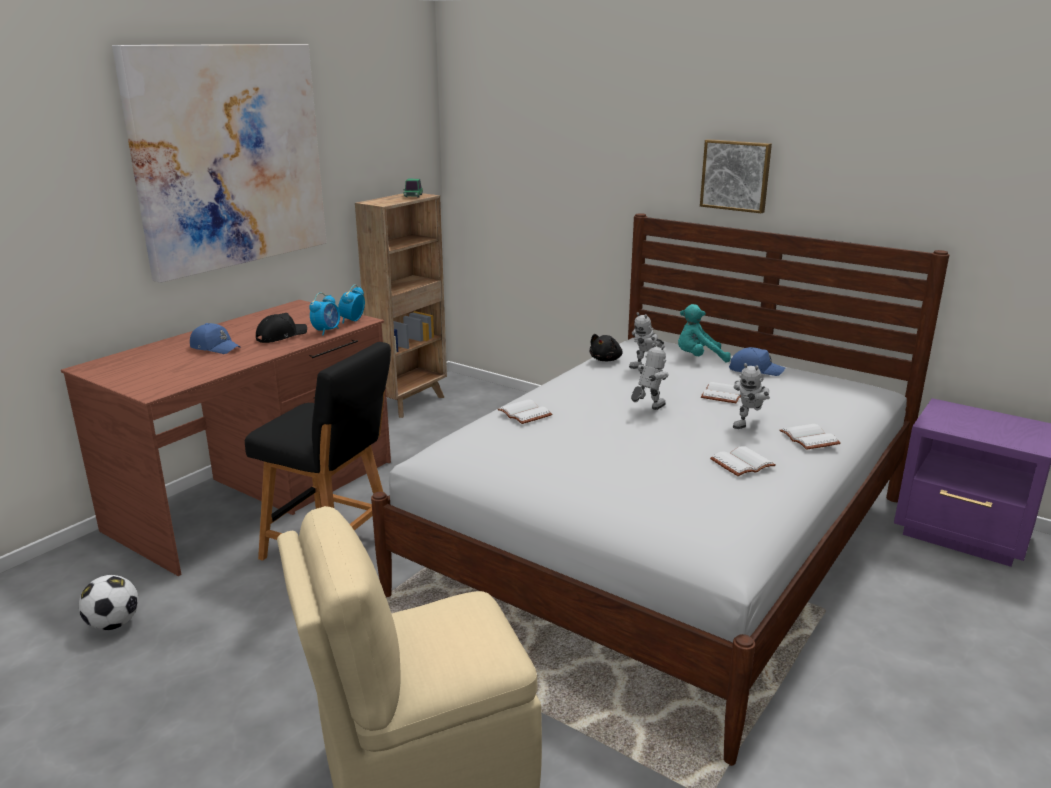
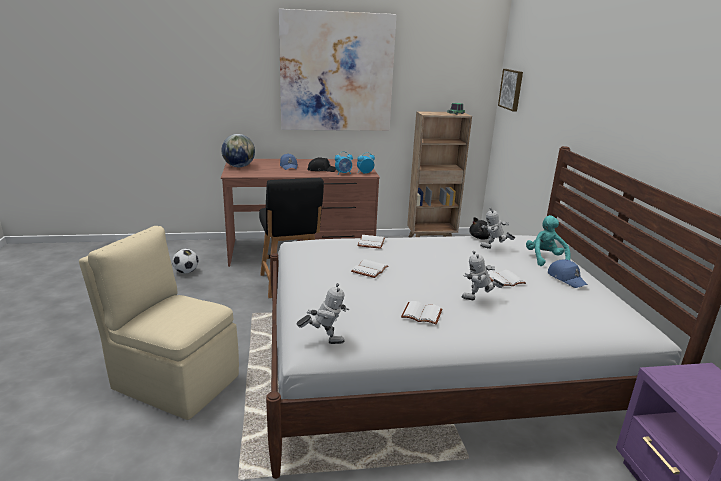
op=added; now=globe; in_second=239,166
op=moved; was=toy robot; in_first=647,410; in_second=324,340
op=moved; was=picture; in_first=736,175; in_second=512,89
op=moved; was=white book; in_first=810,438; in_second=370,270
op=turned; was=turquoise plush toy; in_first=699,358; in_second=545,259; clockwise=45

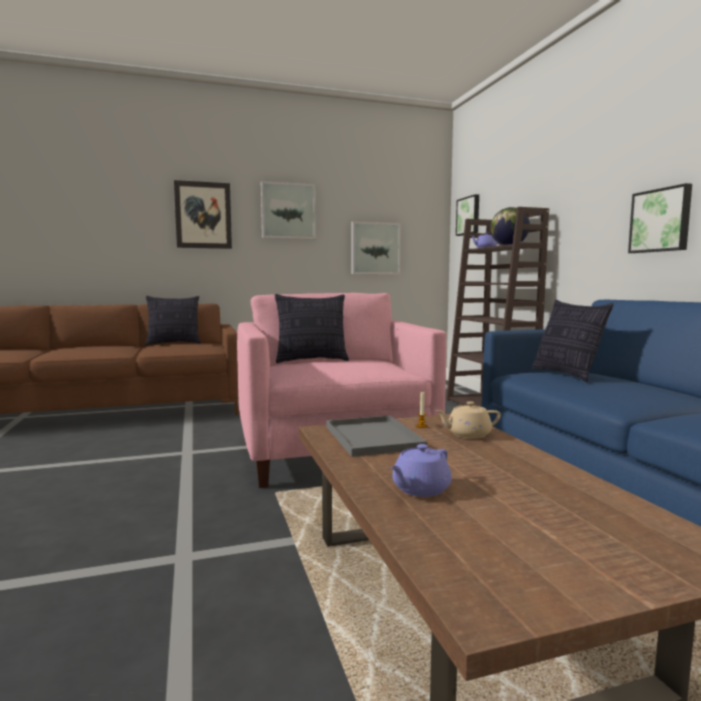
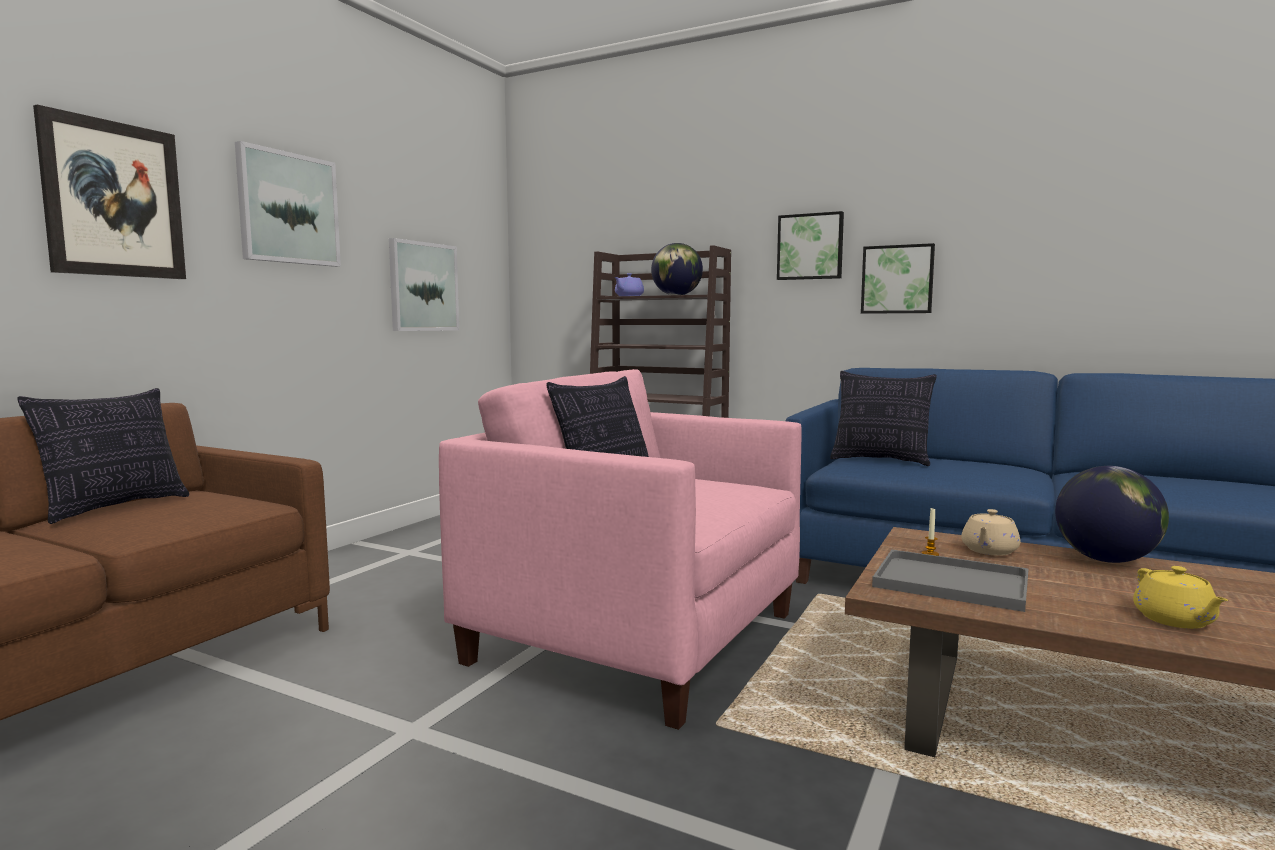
op=added; now=globe; in_second=1105,560
op=moved; was=picture; in_first=469,216; in_second=810,247
op=recoloured; was=purple teapot; now=yellow teapot; in_first=420,489; in_second=1175,620

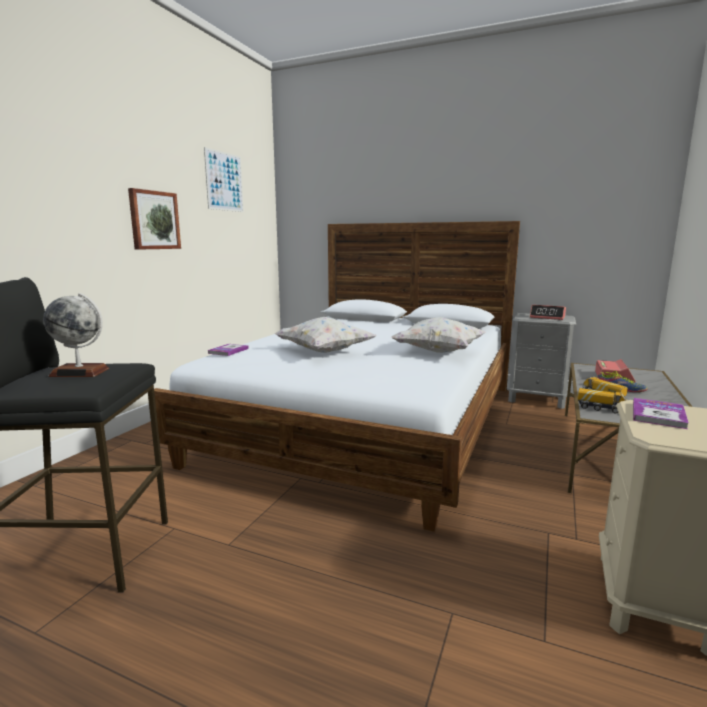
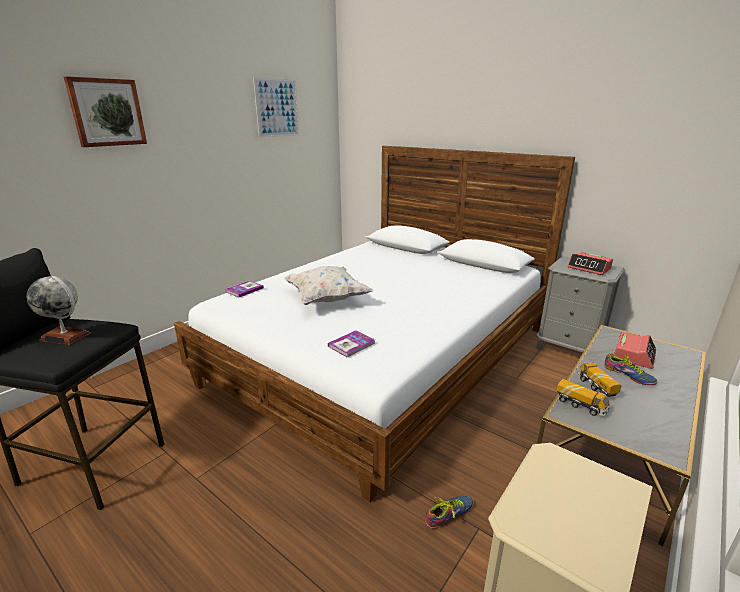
op=removed; was=white pillow; in_first=438,352
op=added; now=shoe; in_second=450,515
op=moved; was=picture; in_first=154,220; in_second=107,112
op=moved; was=book; in_first=658,415; in_second=351,344

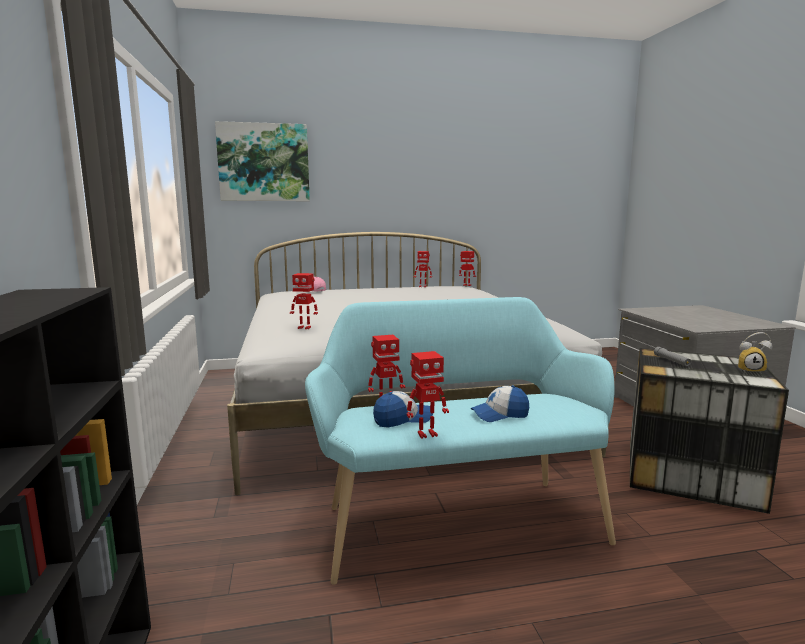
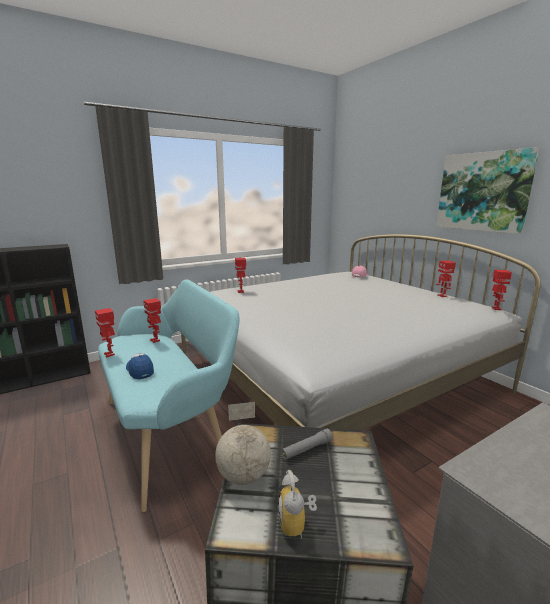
op=removed; was=cap; in_first=402,419
op=added; now=globe; in_second=243,476
op=moved; was=picture; in_first=264,162; in_second=483,192

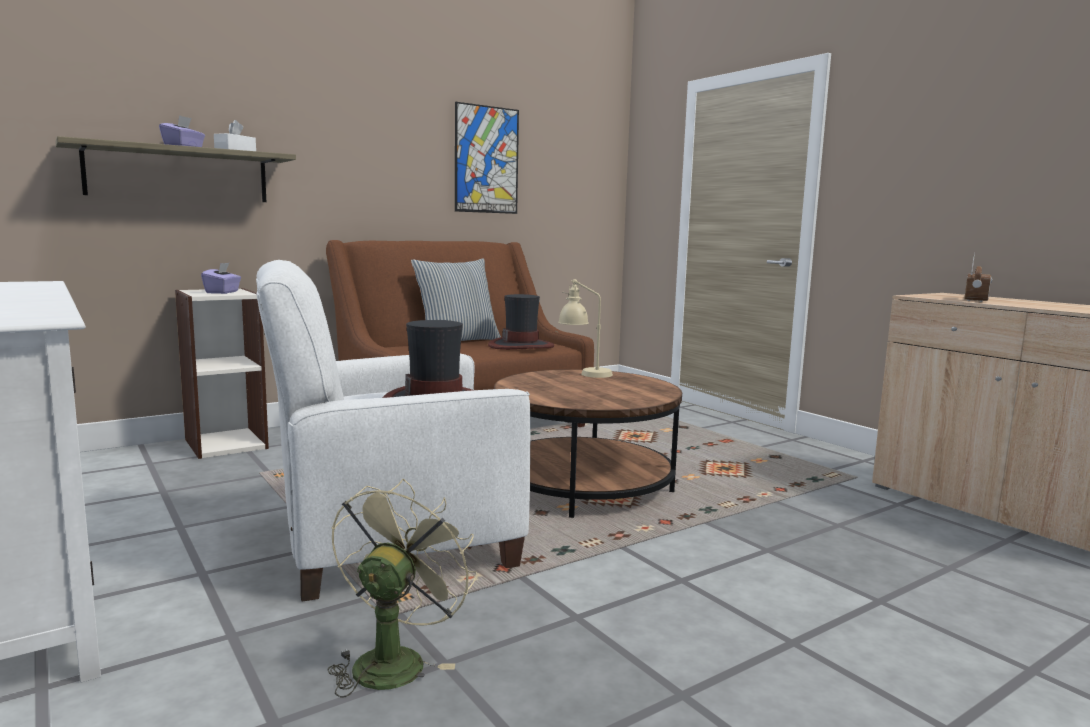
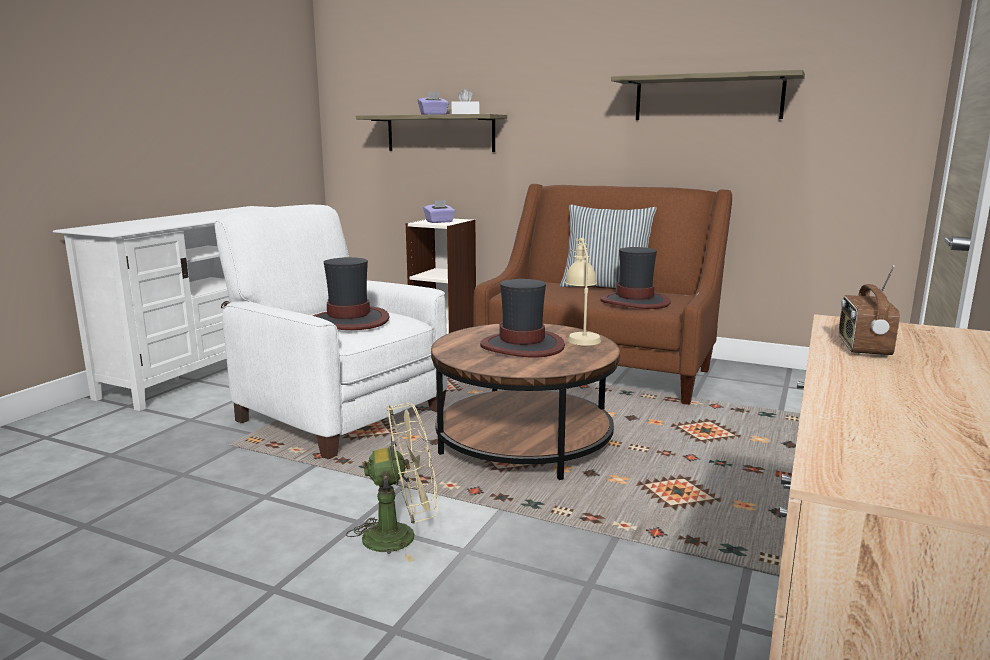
op=added; now=hat; in_second=522,346
op=moved; was=beige fan; in_first=394,659; in_second=401,536
op=replaced; was=picture; now=shelf; in_first=486,160; in_second=708,98
op=turned; was=radio; in_first=976,300; in_second=862,347; clockwise=105

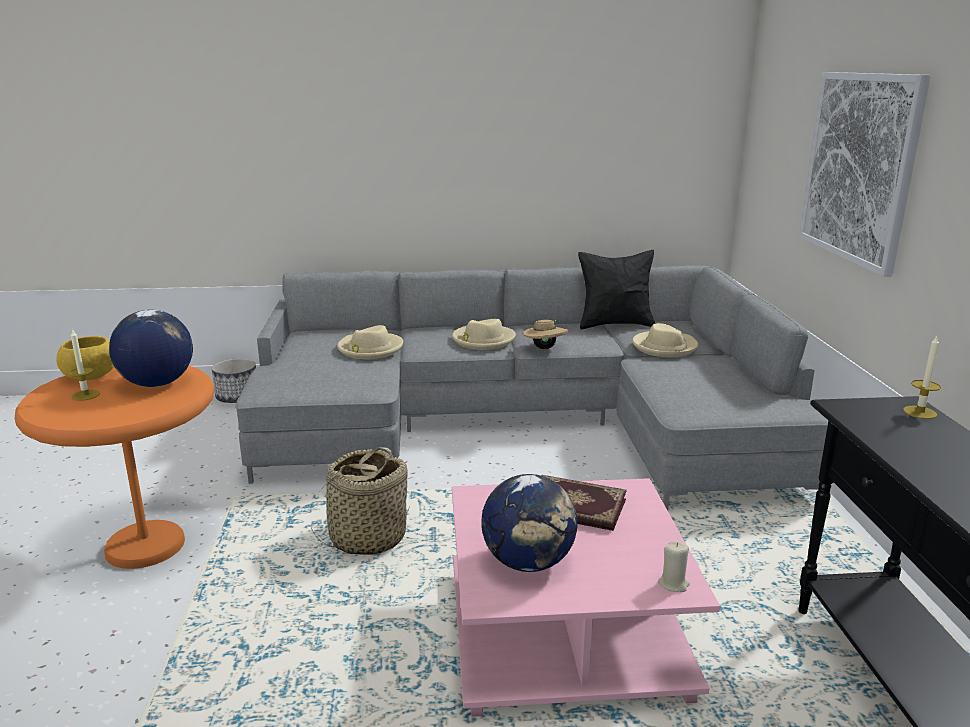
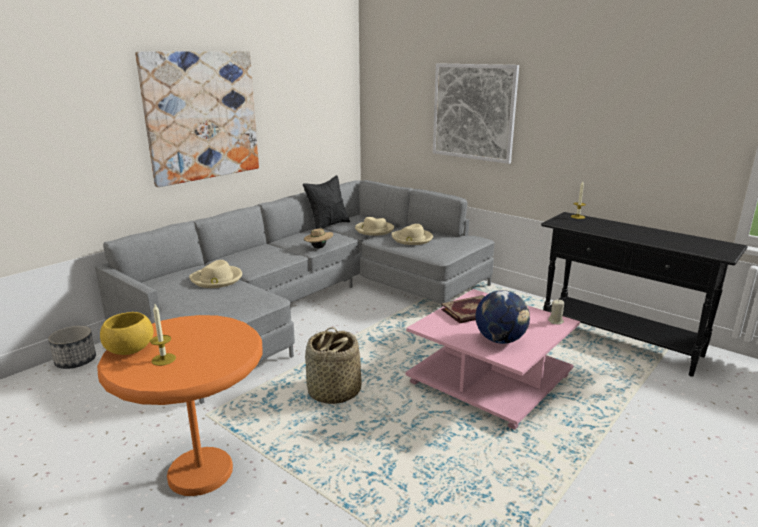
op=removed; was=globe; in_first=157,384
op=added; now=picture; in_second=202,116
op=moved; was=beige hat; in_first=483,340; in_second=412,239

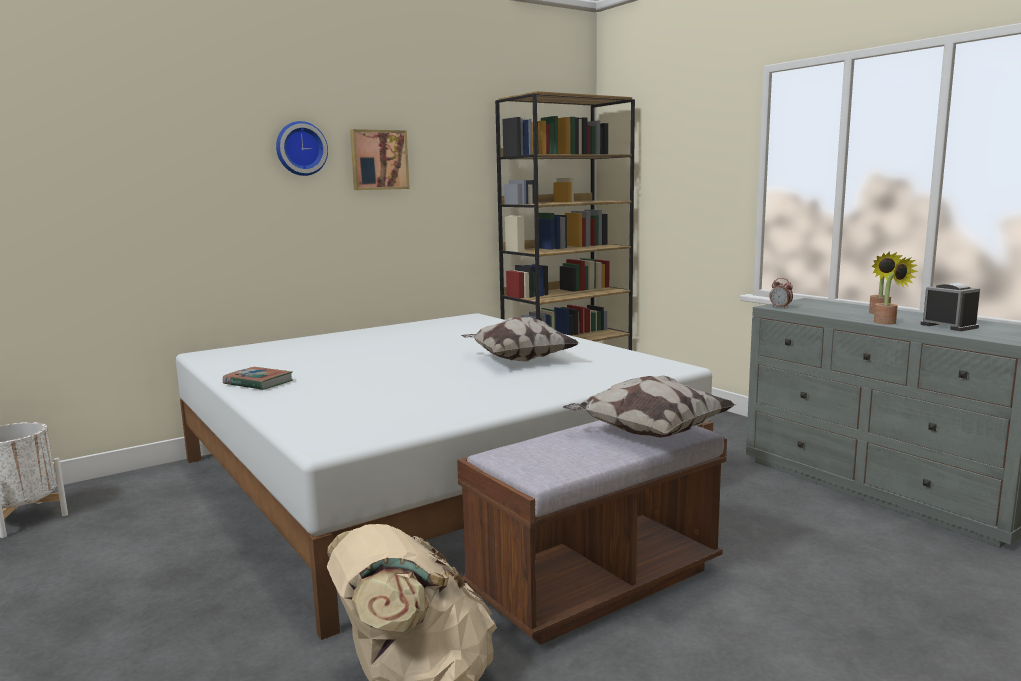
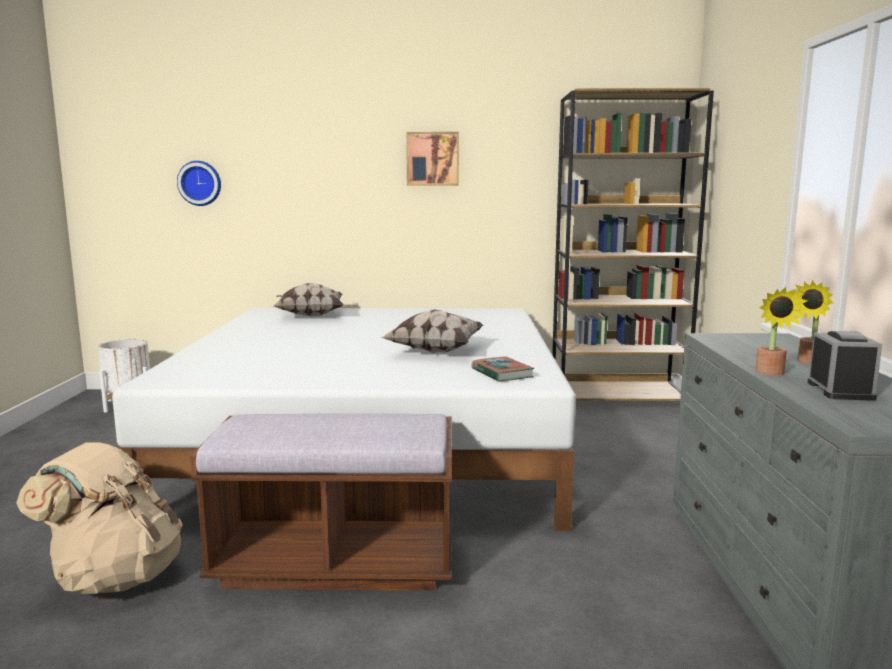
op=removed; was=alarm clock; in_first=780,307
op=moved; was=book; in_first=258,383; in_second=502,373
op=moved; was=wall clock; in_first=300,148; in_second=200,183
op=moved; was=pillow; in_first=647,433; in_second=309,315

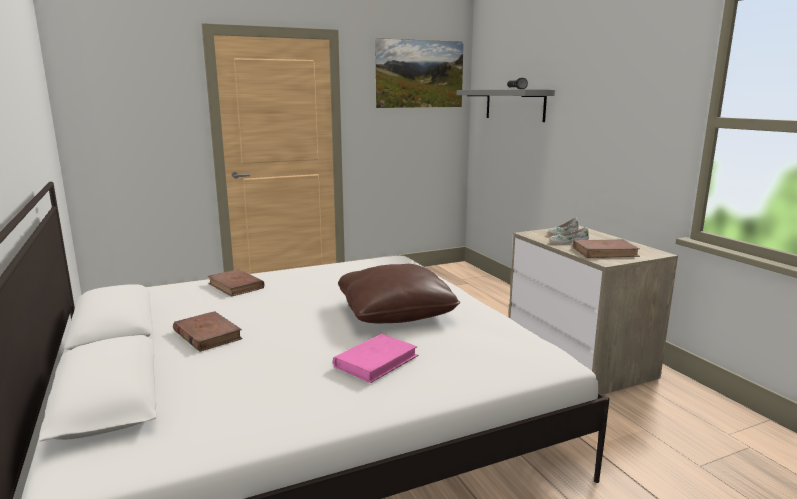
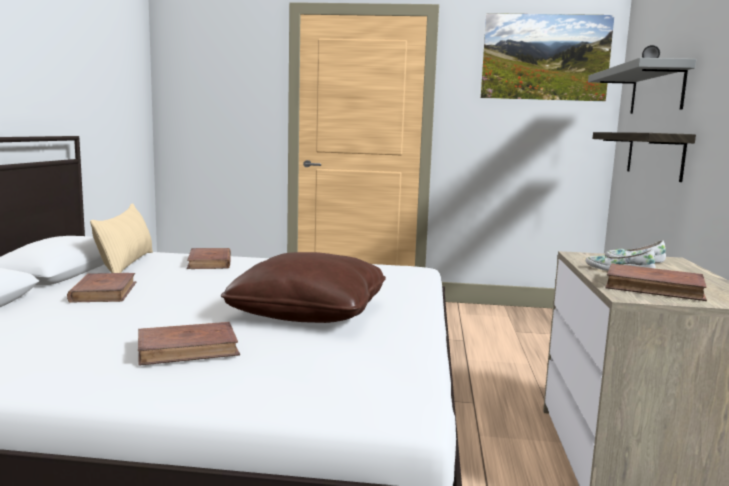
op=added; now=beige pillow; in_second=126,264
op=added; now=shelf; in_second=654,155
op=recoloured; was=pink book; now=brown book; in_first=376,361; in_second=188,349

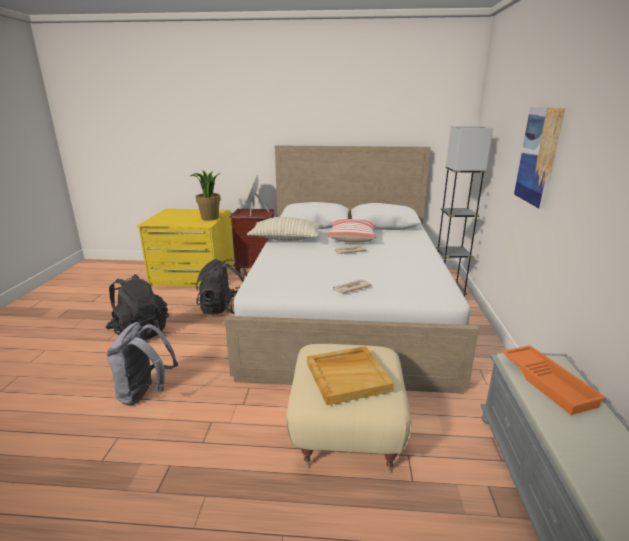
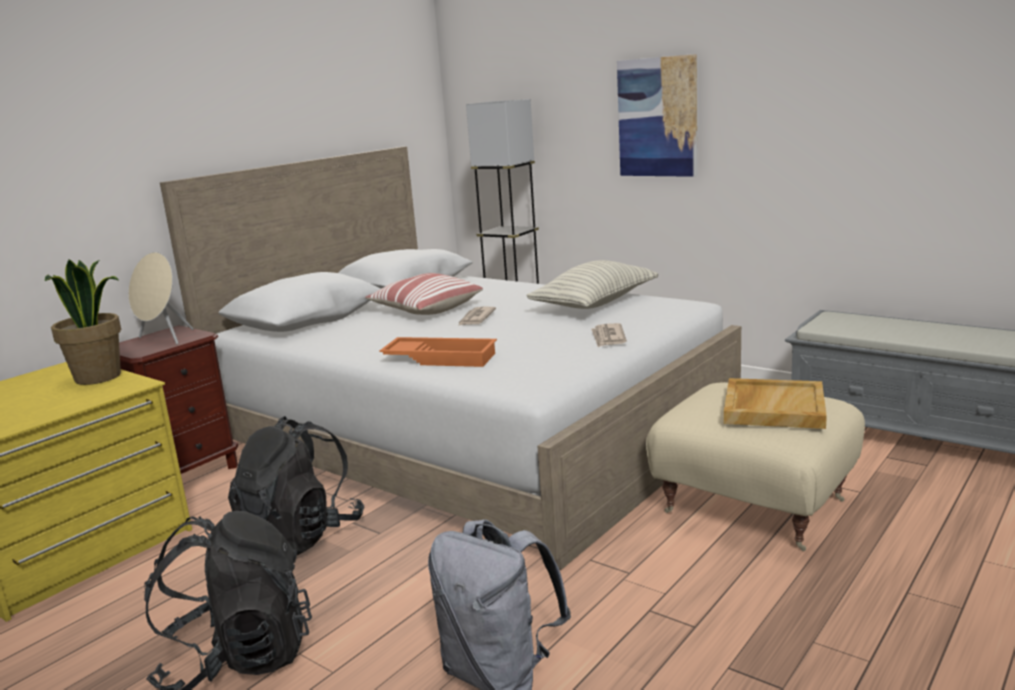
op=moved; was=pillow; in_first=286,239; in_second=595,304
op=moved; was=orange tray; in_first=549,382; in_second=441,358

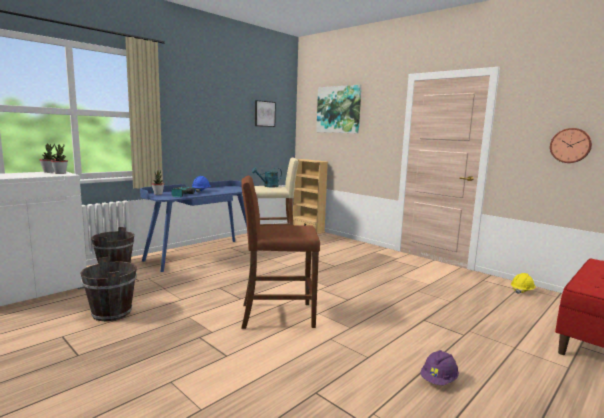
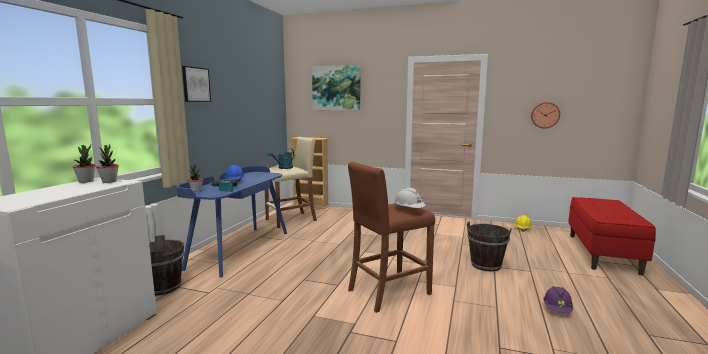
op=added; now=white hard hat; in_second=409,210
op=moved; was=brown bucket; in_first=112,313; in_second=486,265
op=moved; was=picture; in_first=264,113; in_second=195,84

